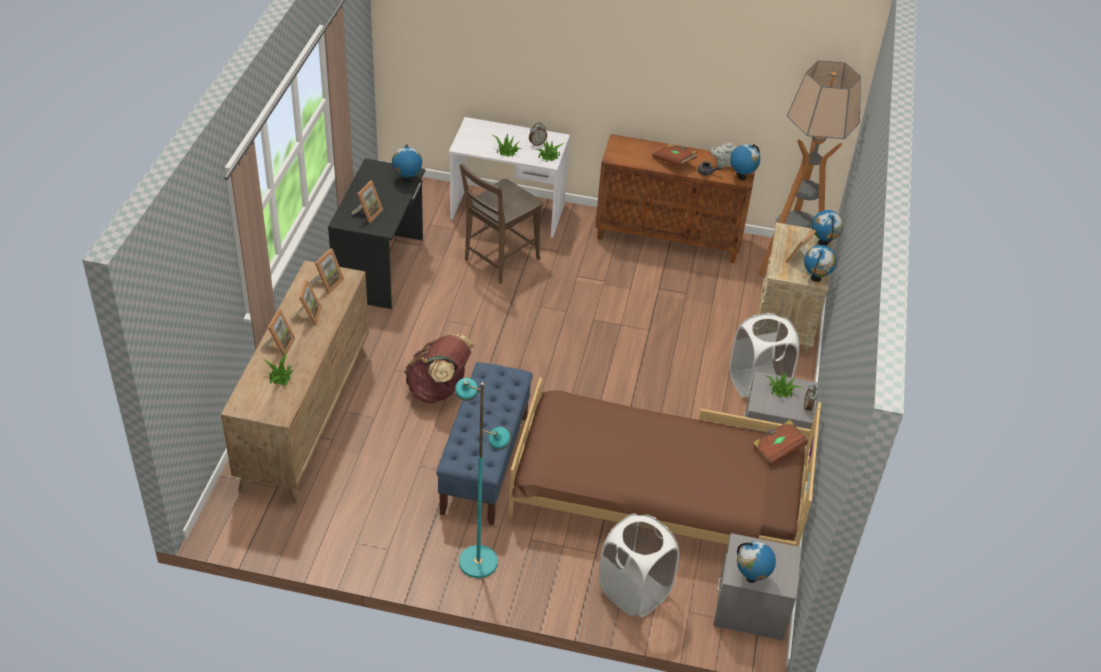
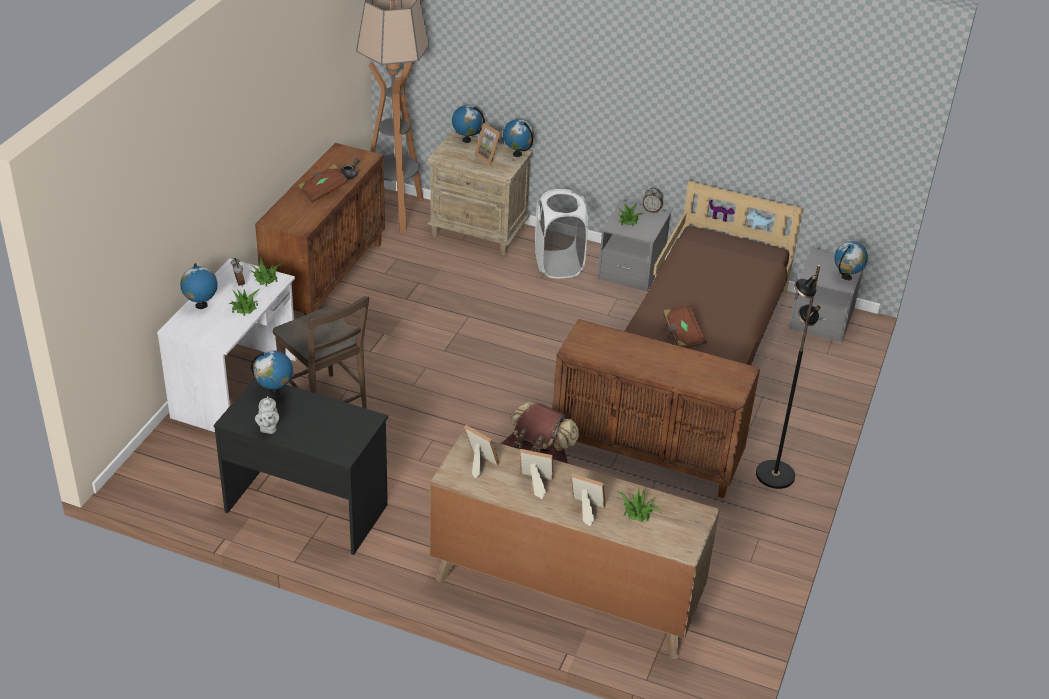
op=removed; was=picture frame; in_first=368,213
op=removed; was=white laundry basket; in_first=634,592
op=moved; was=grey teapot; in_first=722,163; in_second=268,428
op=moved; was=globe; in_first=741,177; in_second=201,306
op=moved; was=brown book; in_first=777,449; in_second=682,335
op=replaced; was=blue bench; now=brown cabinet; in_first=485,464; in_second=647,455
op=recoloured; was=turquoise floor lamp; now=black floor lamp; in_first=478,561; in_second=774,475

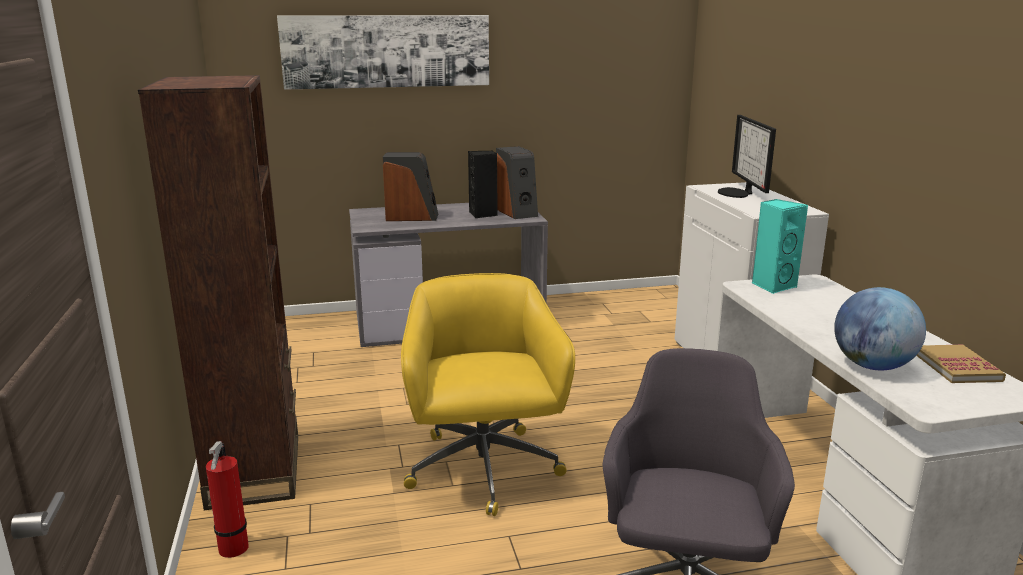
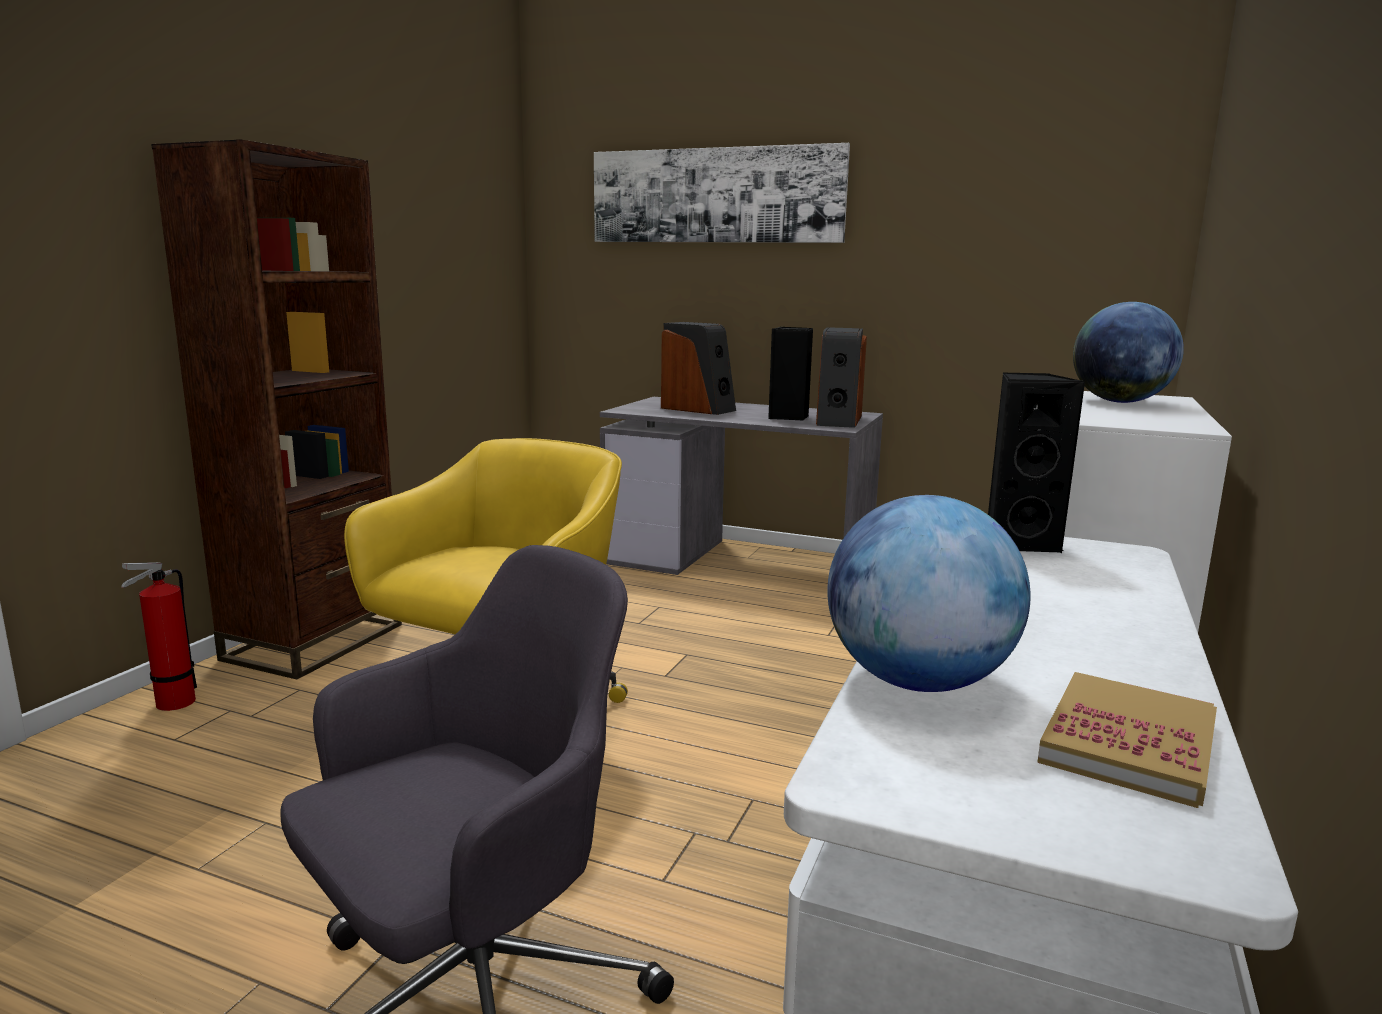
op=replaced; was=monitor; now=globe; in_first=738,193; in_second=1119,402
op=recoloured; was=turquoise speaker; now=black speaker; in_first=772,286; in_second=1018,543

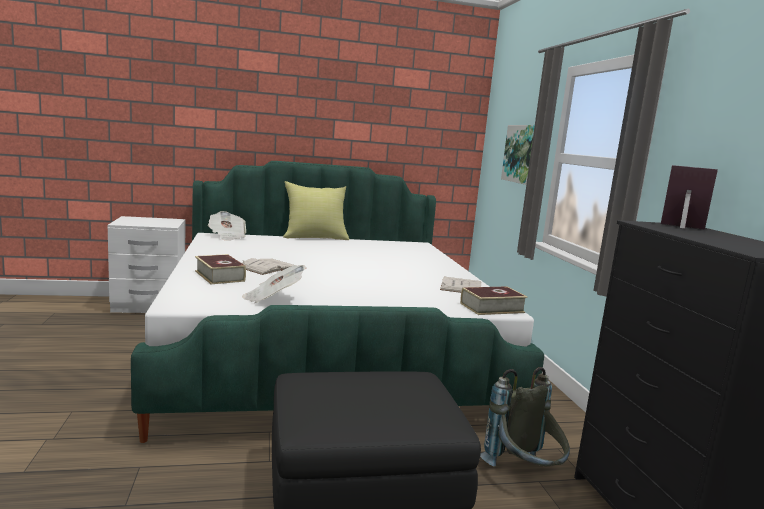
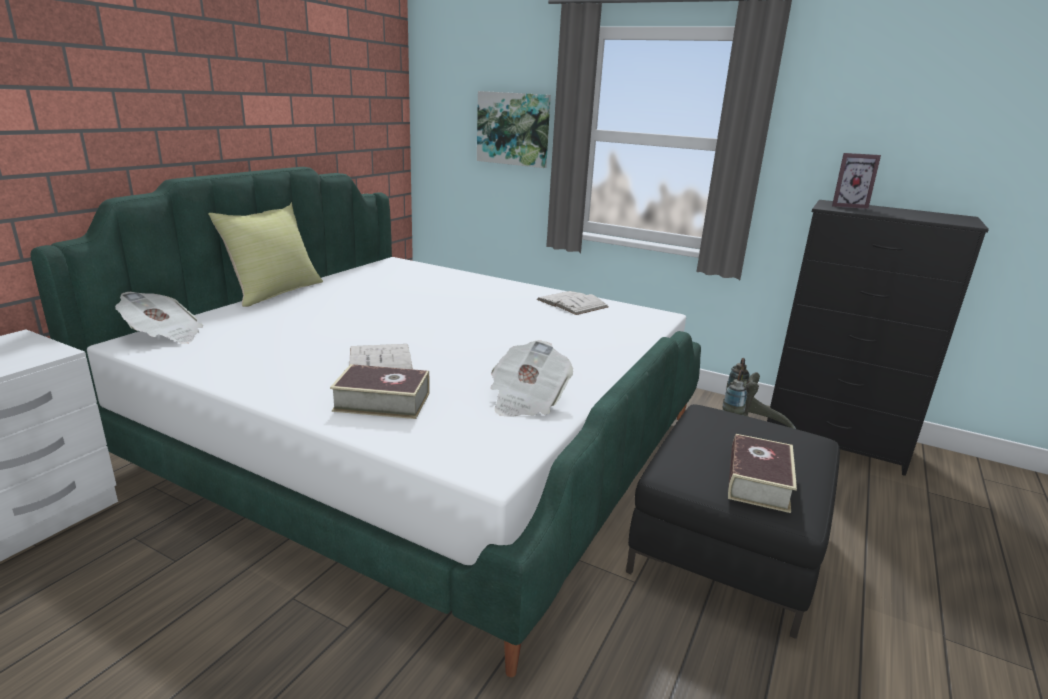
op=moved; was=book; in_first=492,308; in_second=758,482
op=turned; was=picture frame; in_first=682,227; in_second=846,206; clockwise=-150

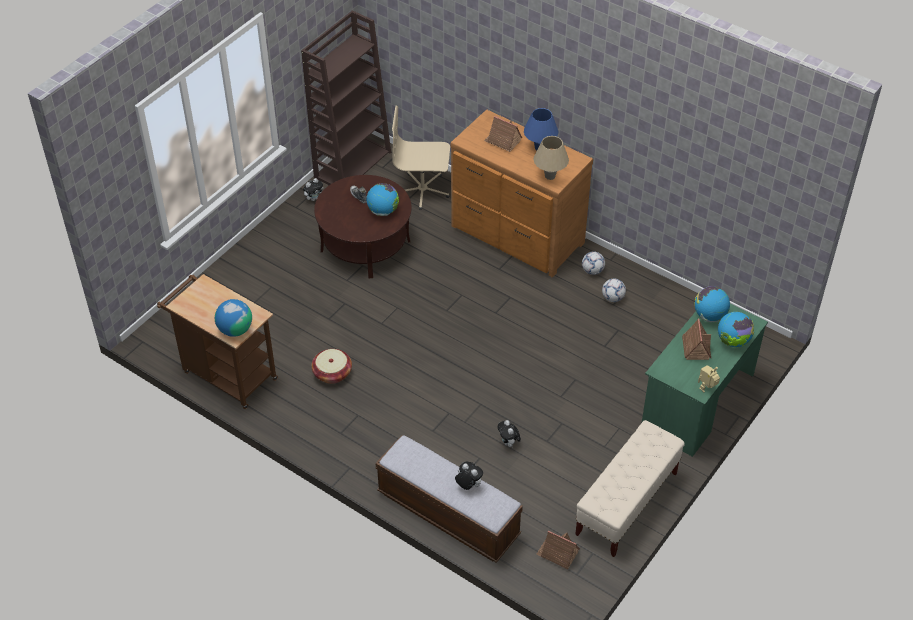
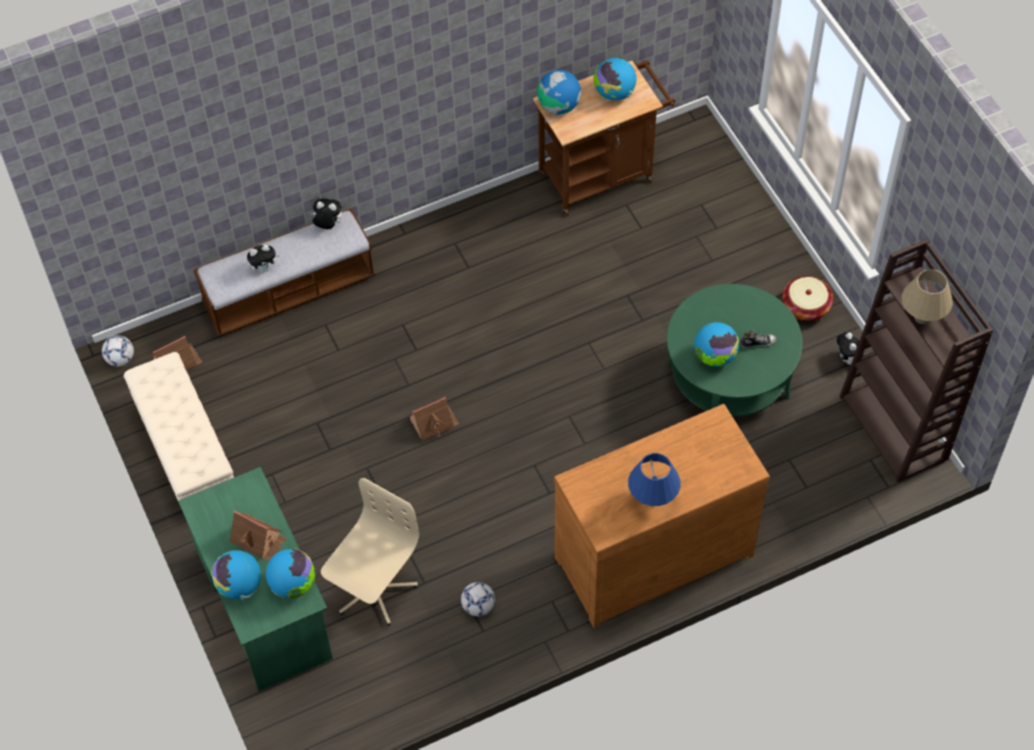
op=removed; was=toy robot; in_first=707,389
op=added; now=globe; in_second=614,93
op=moved; was=basket; in_first=332,373; in_second=805,307
op=moved; was=beige office chair; in_first=422,190; in_second=373,589
op=moved; was=toy house; in_first=503,141; in_second=433,422
op=moved; was=plush toy; in_first=508,443; in_second=328,225
op=moved; was=beige table lamp; in_first=550,176; in_second=921,317
op=moved; was=football; in_first=592,271; in_second=120,359
op=recoloured; was=brown coffee table; now=green coffee table; in_first=365,246; in_second=728,379

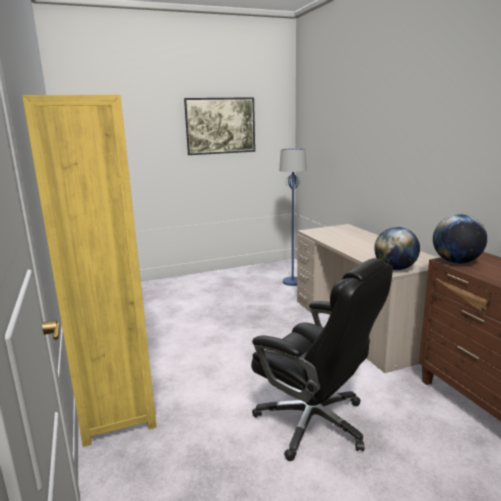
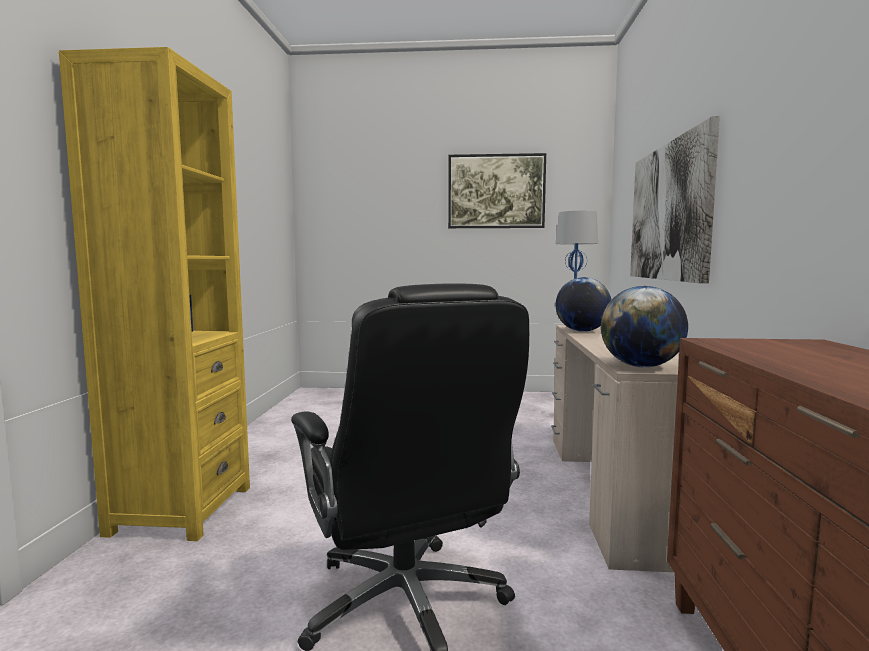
op=added; now=picture; in_second=669,212
op=moved; was=globe; in_first=456,262; in_second=582,331

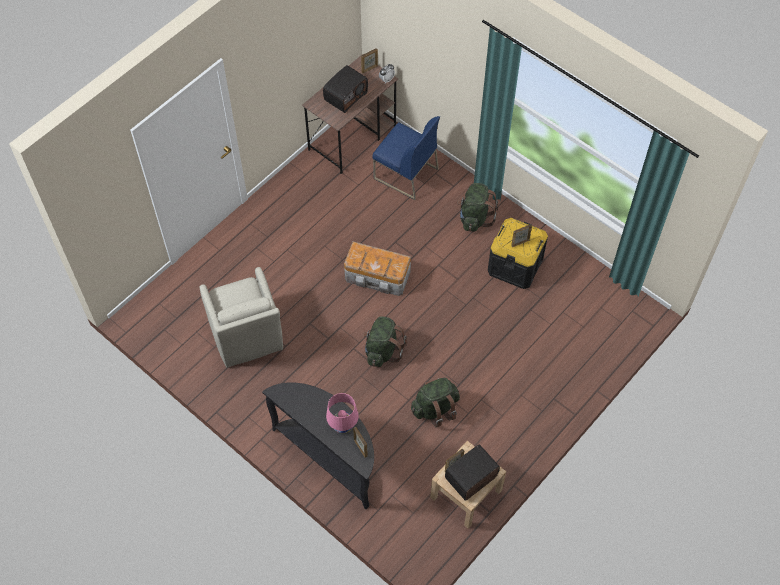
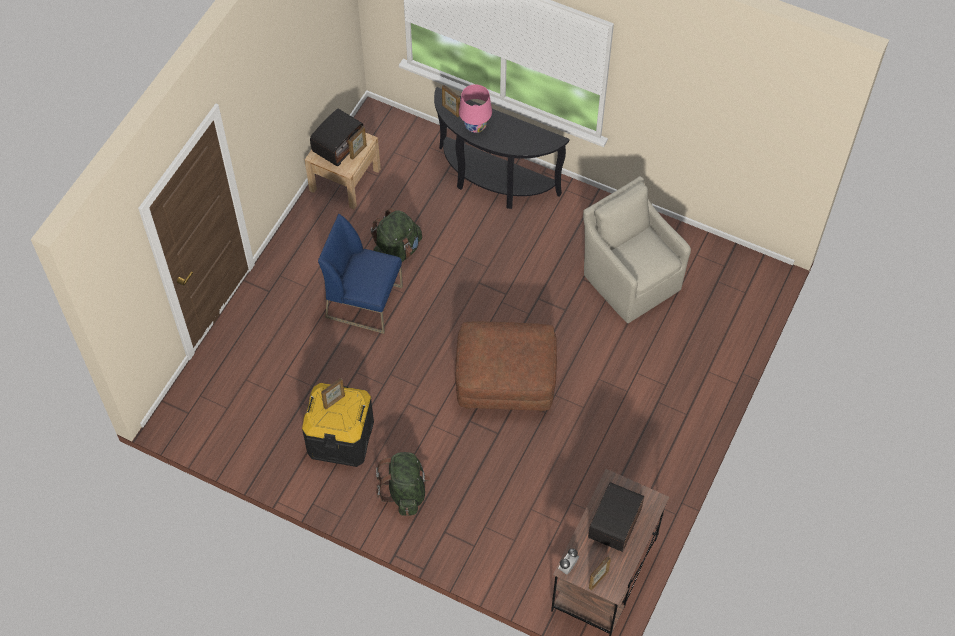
op=removed; was=green backpack; in_first=382,350
op=moved; was=blue chair; in_first=405,174; in_second=365,301
op=replaced; was=storage box; now=brown ottoman; in_first=378,277; in_second=505,383

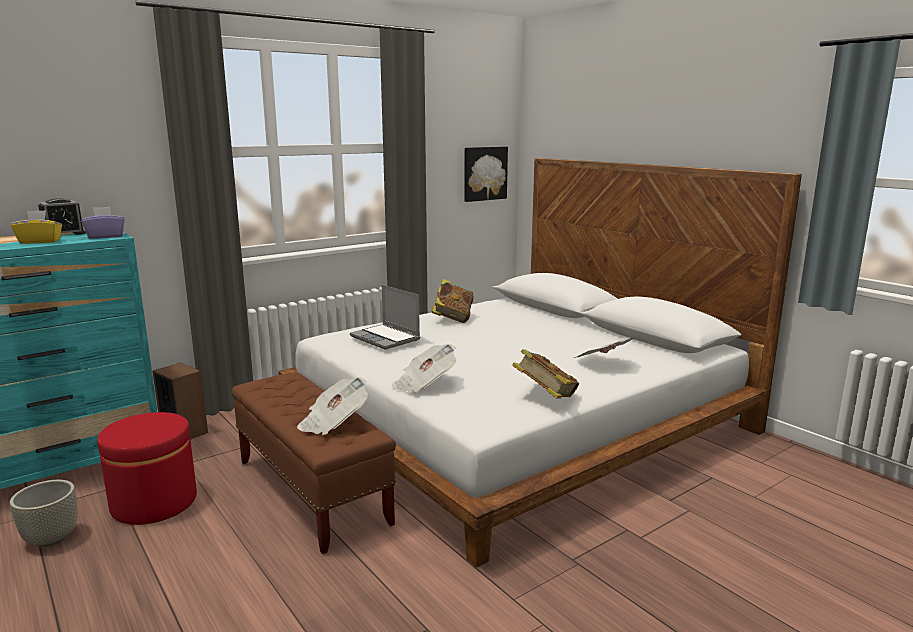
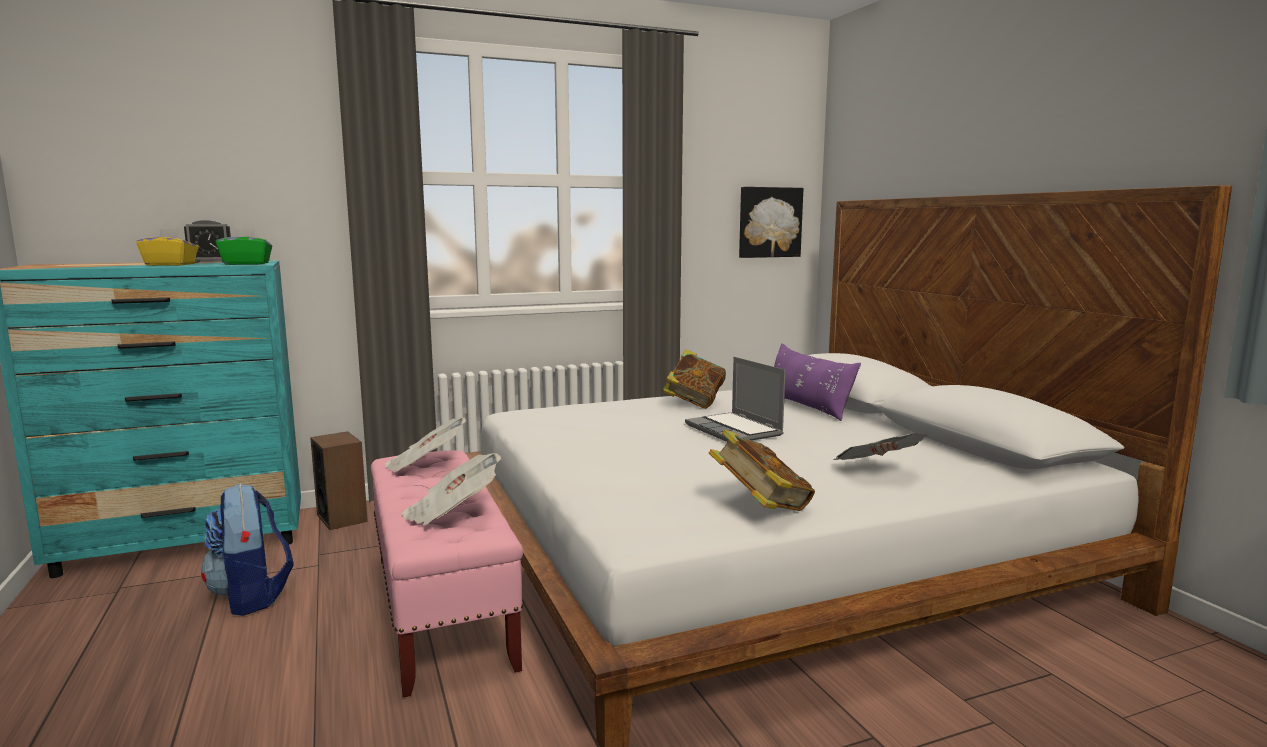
op=removed; was=grey planter; in_first=51,538
op=added; now=purple pillow; in_second=806,406
op=moved; was=laptop; in_first=386,338; in_second=735,430
op=moved; was=newspaper; in_first=424,384; in_second=425,466
op=replaced; was=red ottoman; now=backpack; in_first=154,503; in_second=252,597
op=recoloured; was=purple tissue box; now=green tissue box; in_first=105,236; in_second=247,264
op=recoloured; was=brown bench; now=pink bench; in_first=312,492; in_second=442,610

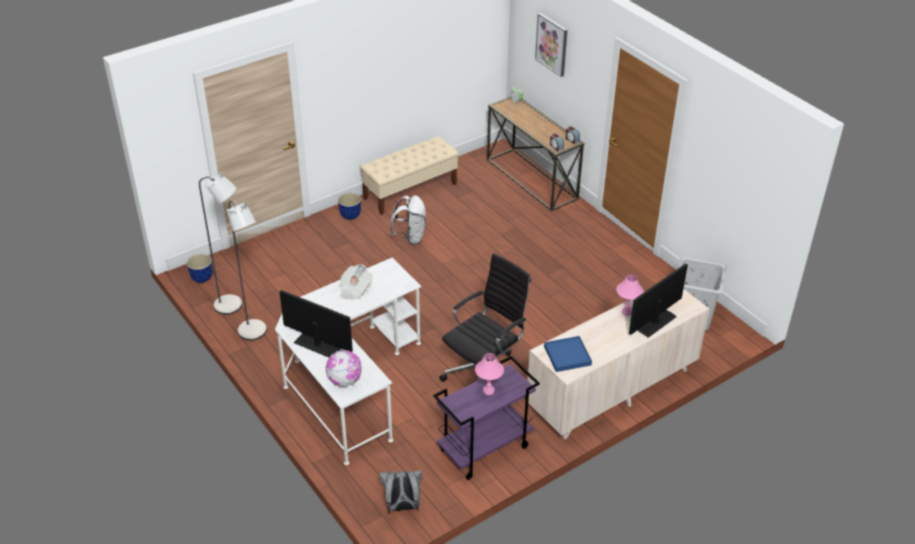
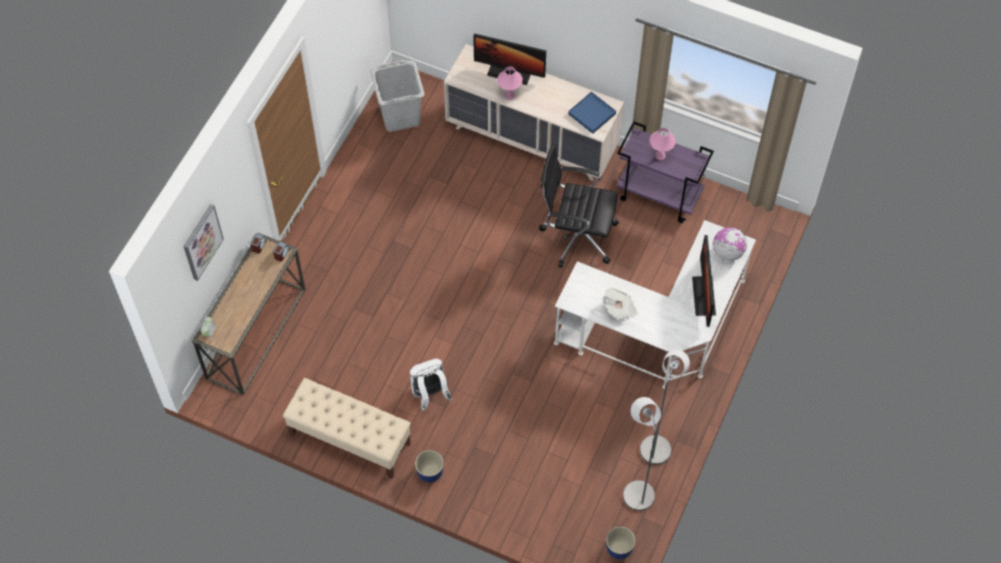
op=removed; was=grey backpack; in_first=402,507

